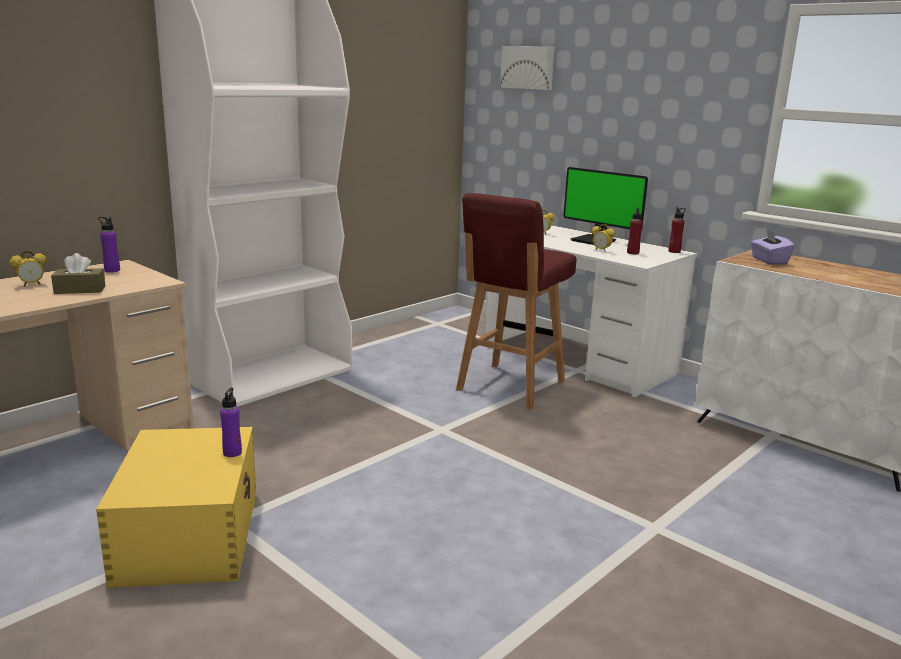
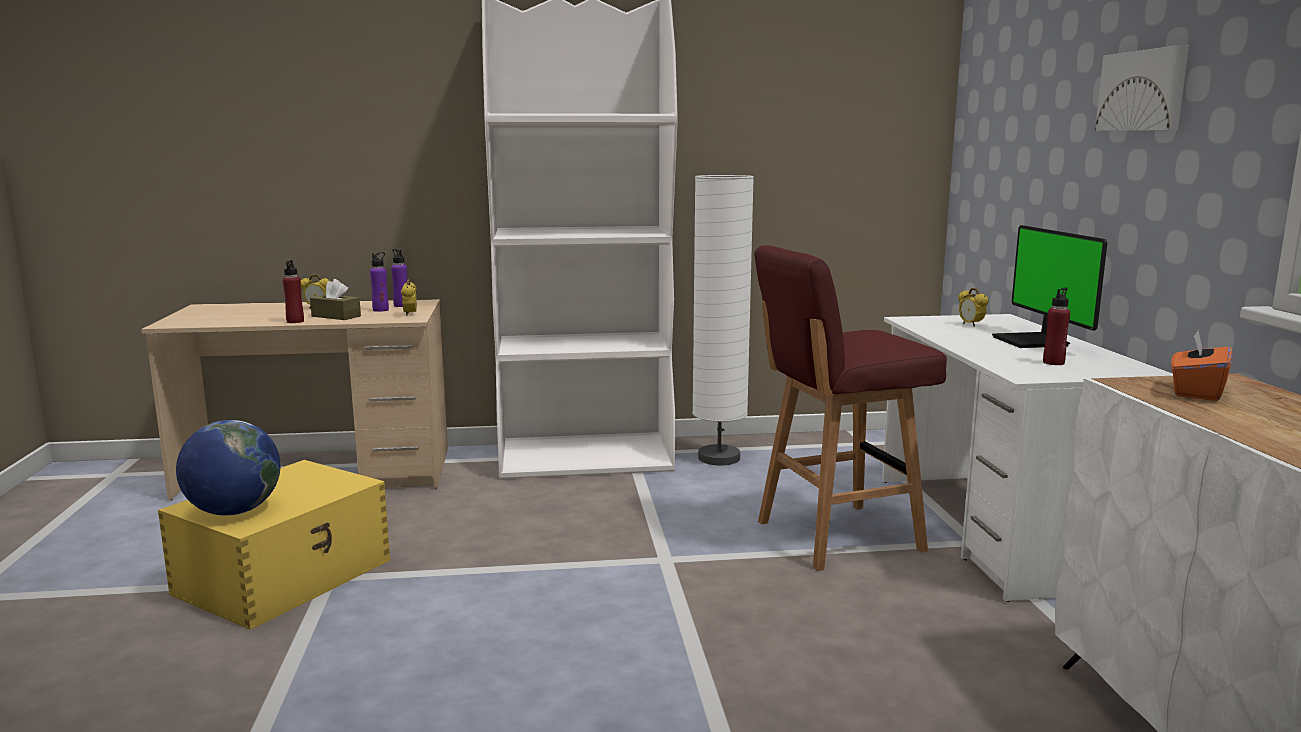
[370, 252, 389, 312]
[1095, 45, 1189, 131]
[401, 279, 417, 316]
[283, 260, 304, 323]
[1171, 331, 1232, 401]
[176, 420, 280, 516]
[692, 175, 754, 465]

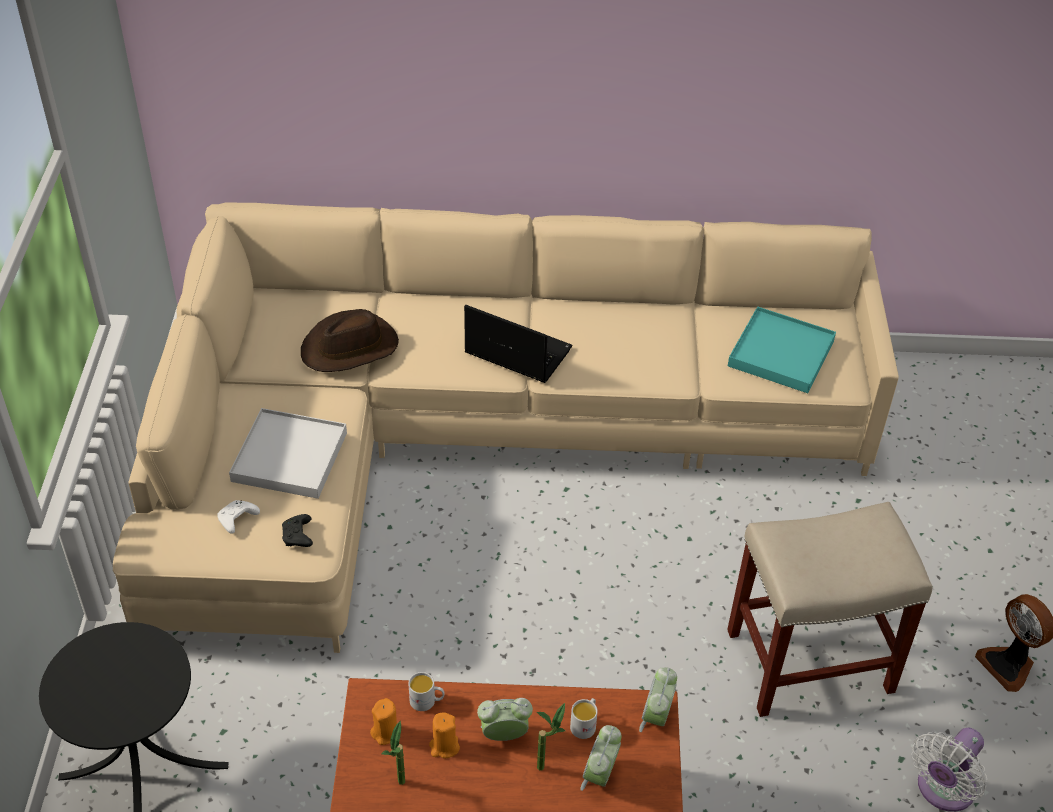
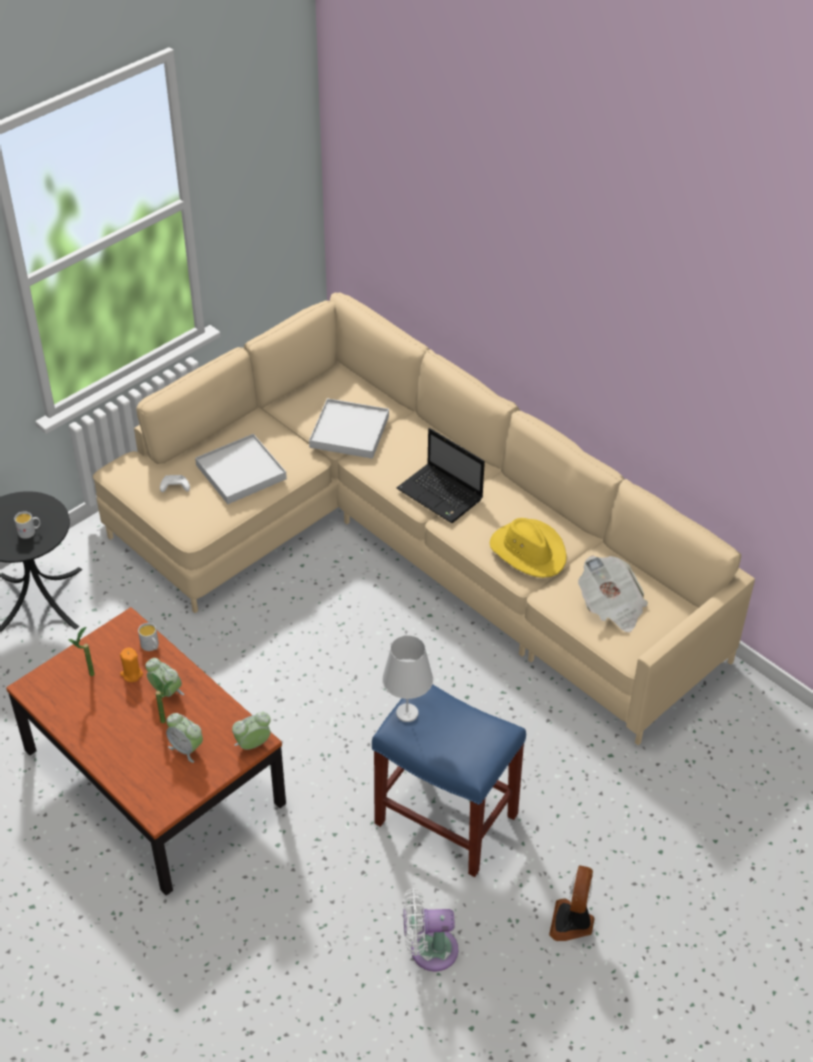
[282, 514, 313, 547] (first image)
[309, 398, 389, 459]
[370, 698, 397, 745] (first image)
[397, 428, 485, 523]
[14, 511, 40, 539]
[166, 713, 203, 763]
[372, 684, 526, 877]
[578, 555, 648, 632]
[382, 635, 433, 722]
[490, 518, 566, 578]

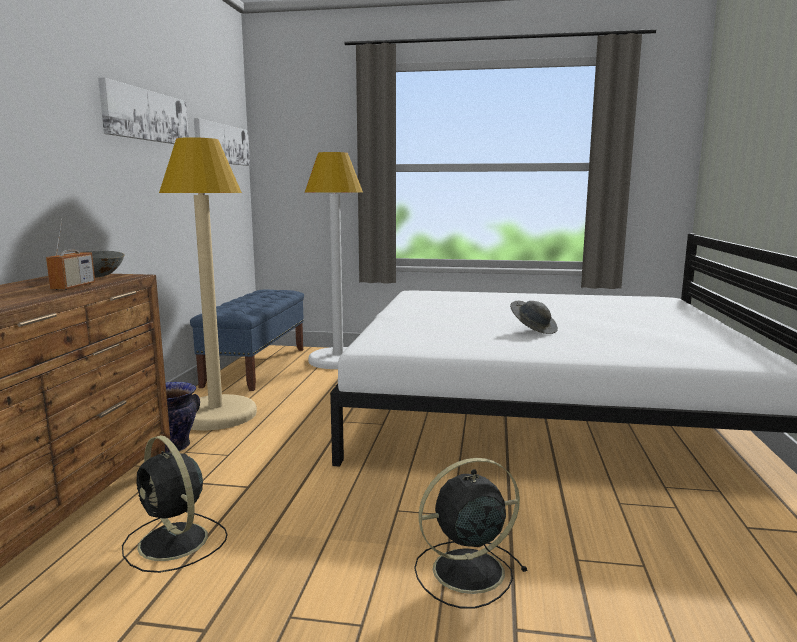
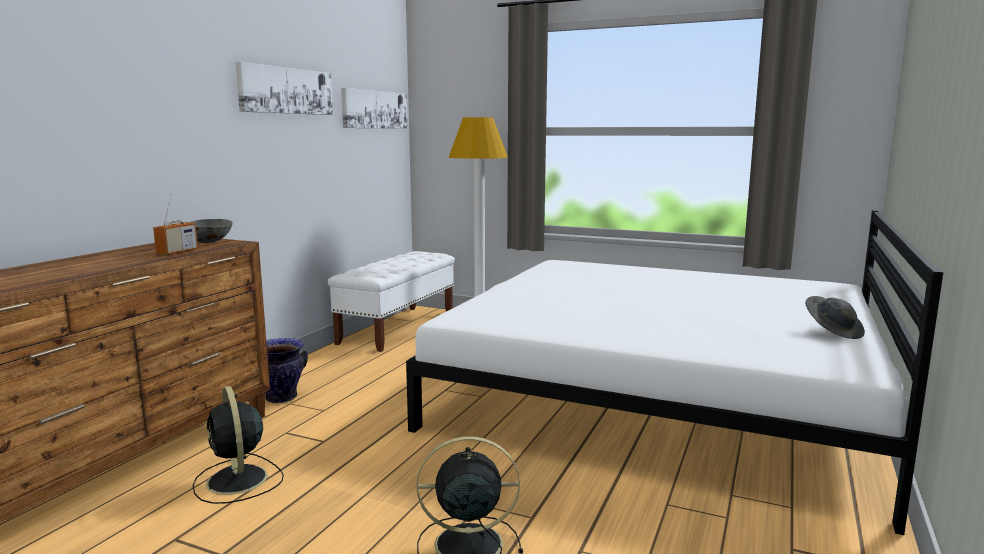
[159, 137, 257, 430] (first image)
[328, 251, 455, 352]
[805, 296, 865, 339]

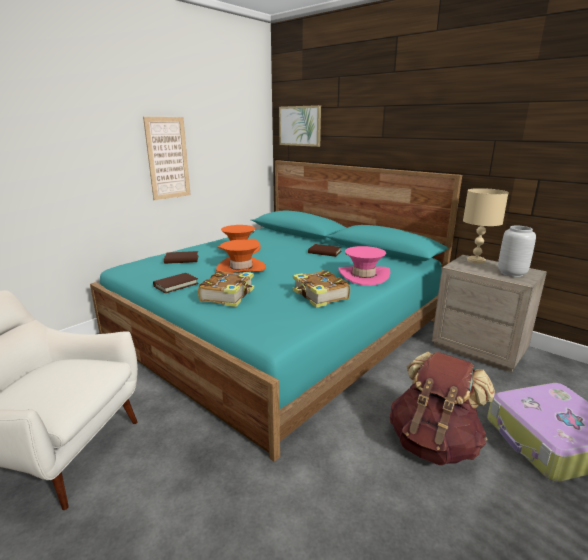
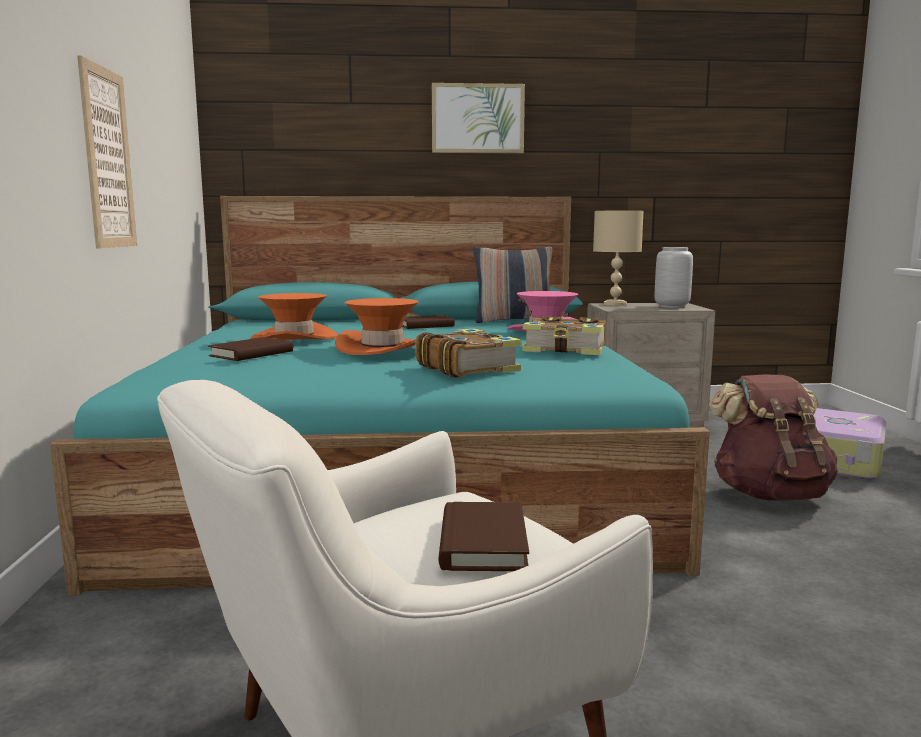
[438, 502, 529, 571]
[432, 83, 525, 154]
[473, 247, 552, 323]

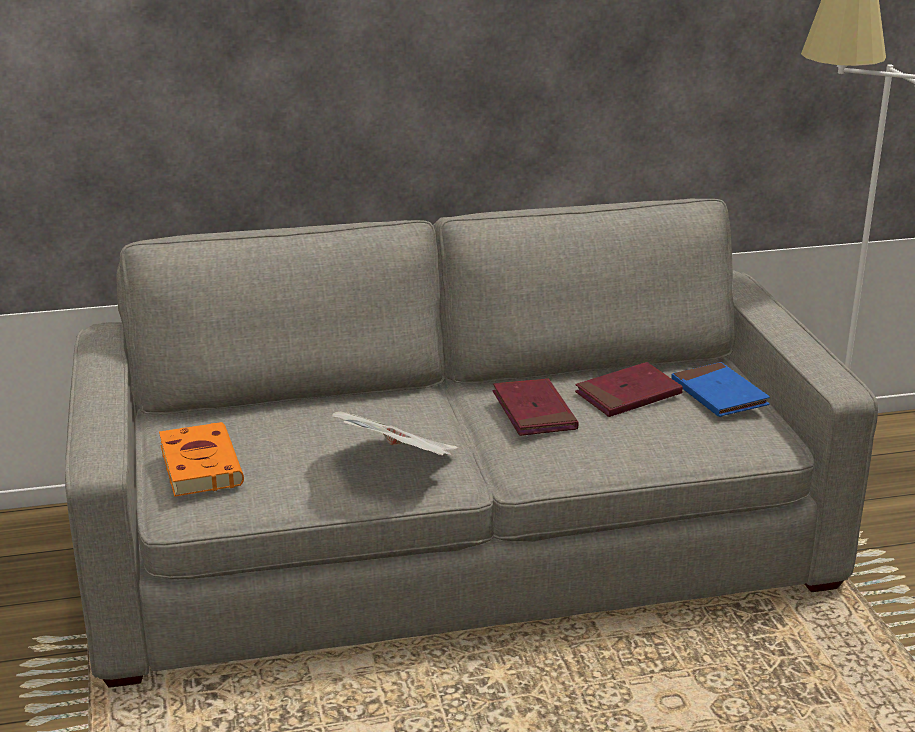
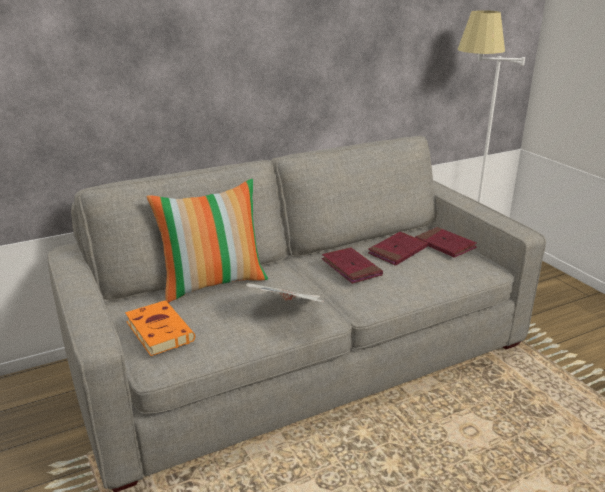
[415, 227, 477, 258]
[147, 179, 268, 303]

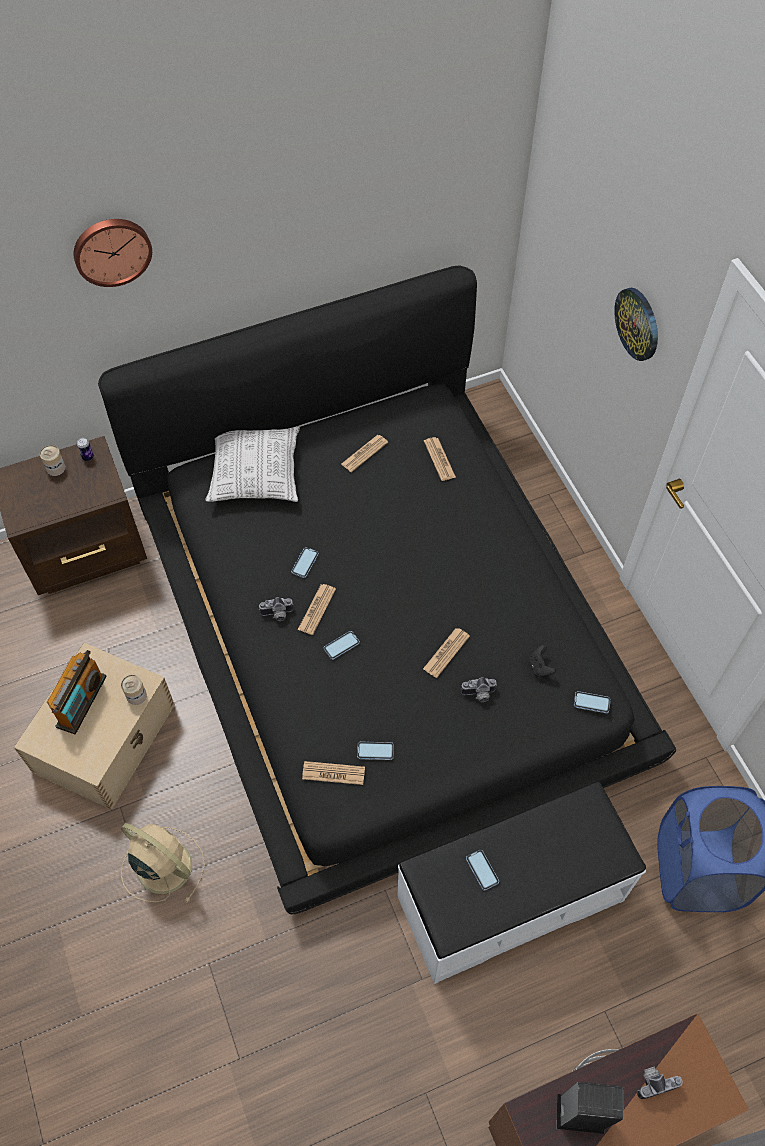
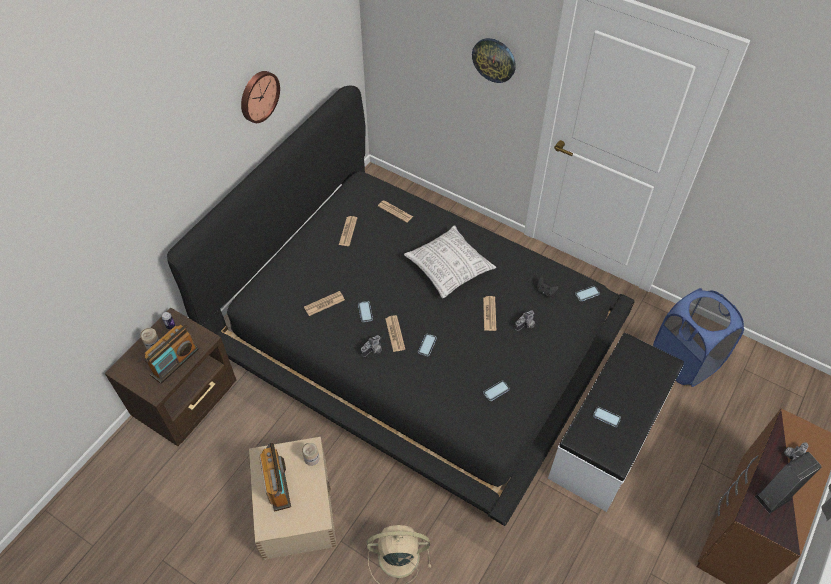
[241, 71, 280, 123]
[404, 225, 496, 298]
[304, 291, 345, 316]
[144, 324, 199, 384]

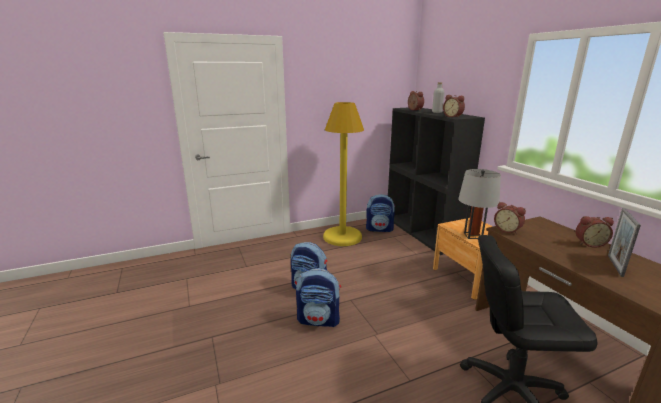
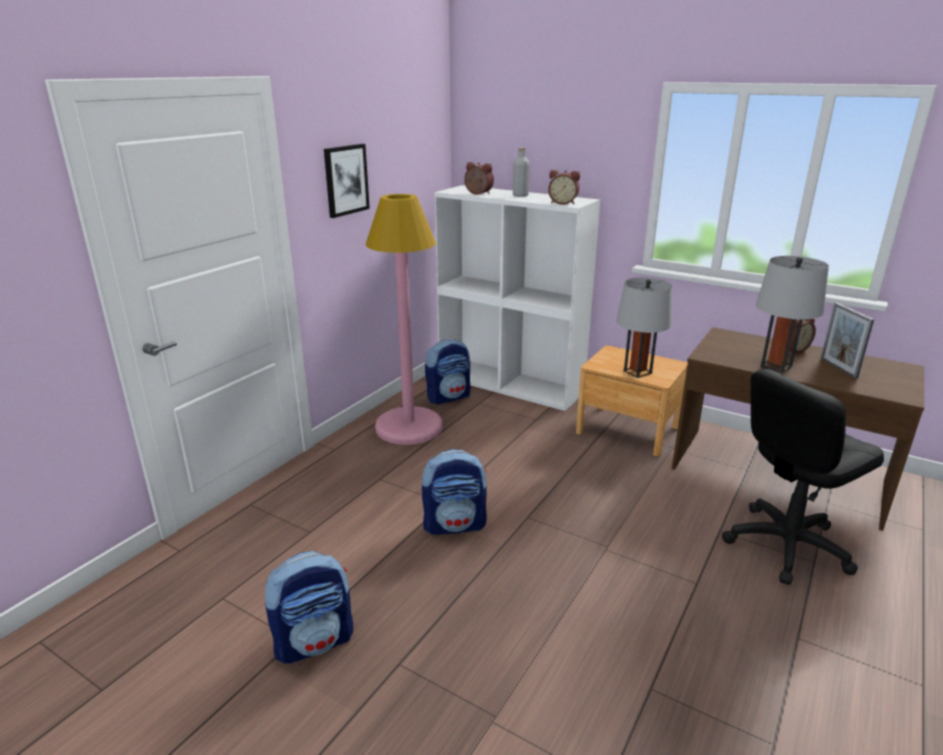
[265, 551, 353, 664]
[366, 194, 443, 445]
[435, 185, 600, 411]
[494, 202, 526, 235] (first image)
[324, 144, 370, 218]
[755, 256, 829, 373]

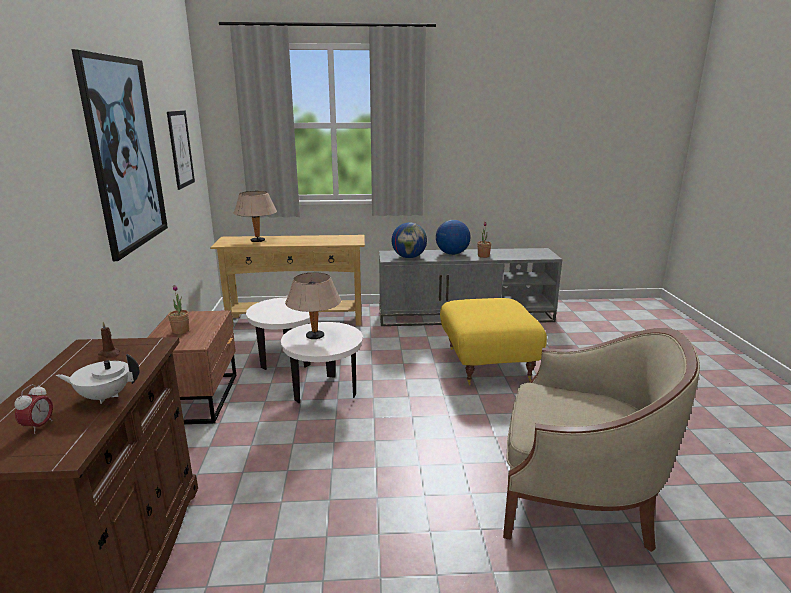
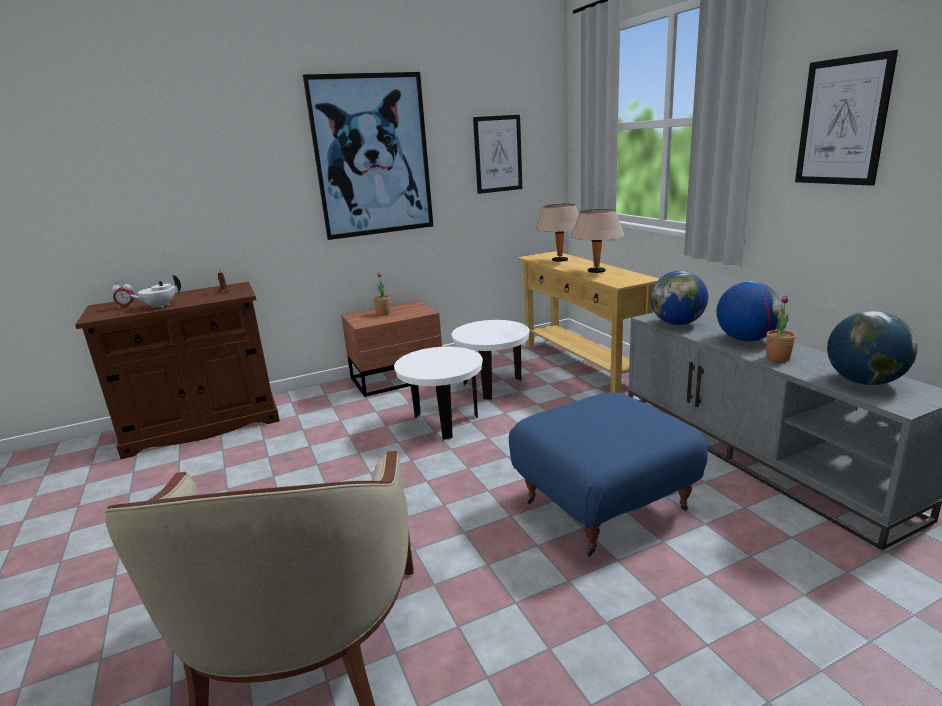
[128, 275, 181, 308]
[570, 209, 625, 273]
[509, 392, 708, 557]
[795, 50, 898, 186]
[827, 311, 917, 385]

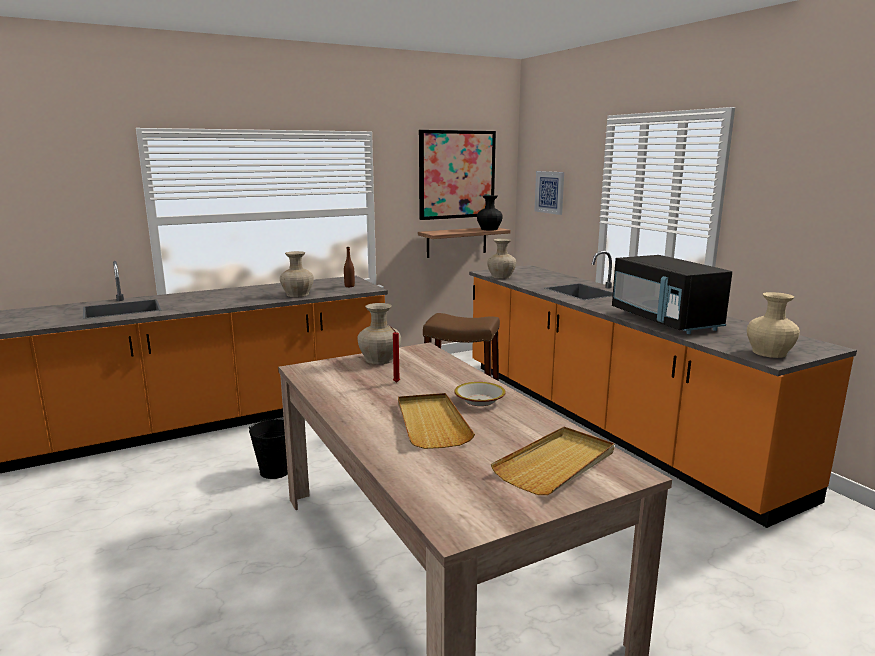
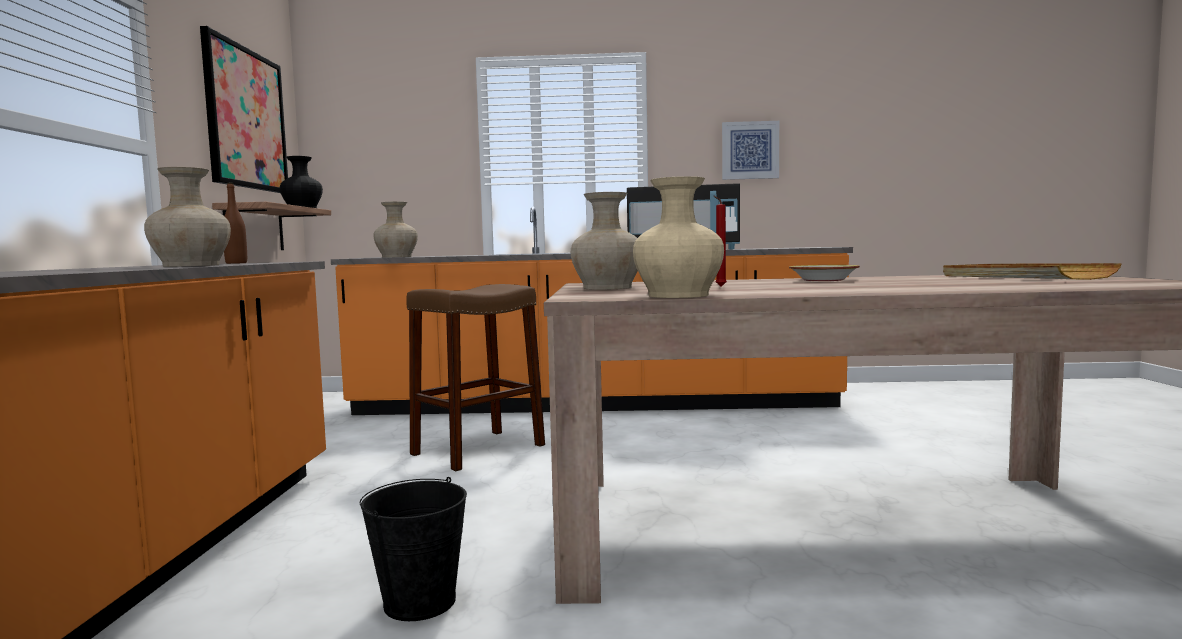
[398, 393, 475, 449] (first image)
[722, 121, 779, 180]
[633, 176, 724, 298]

